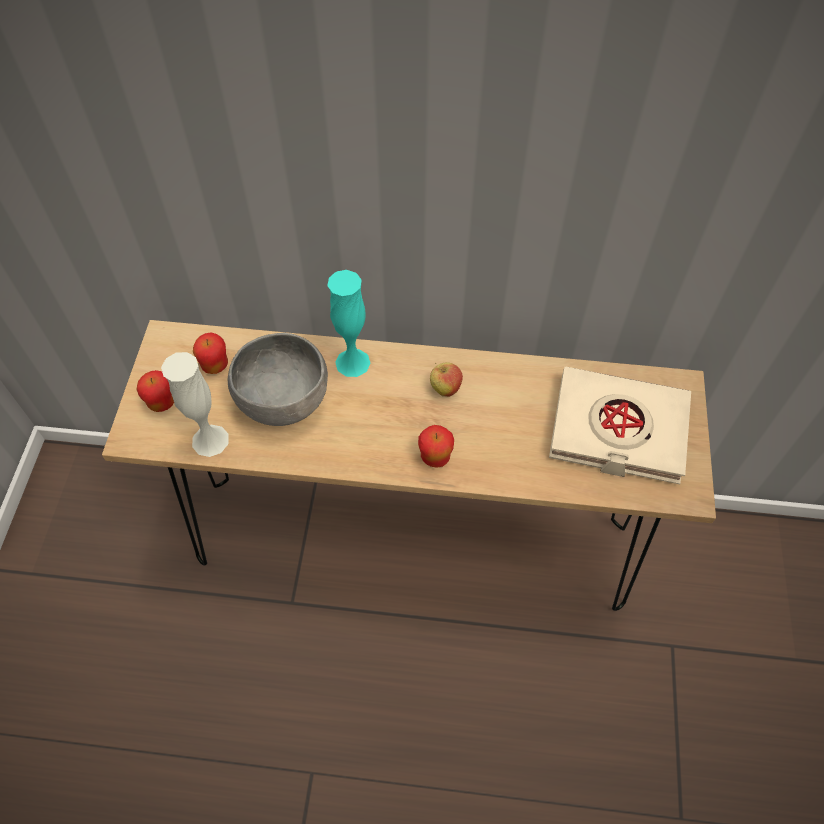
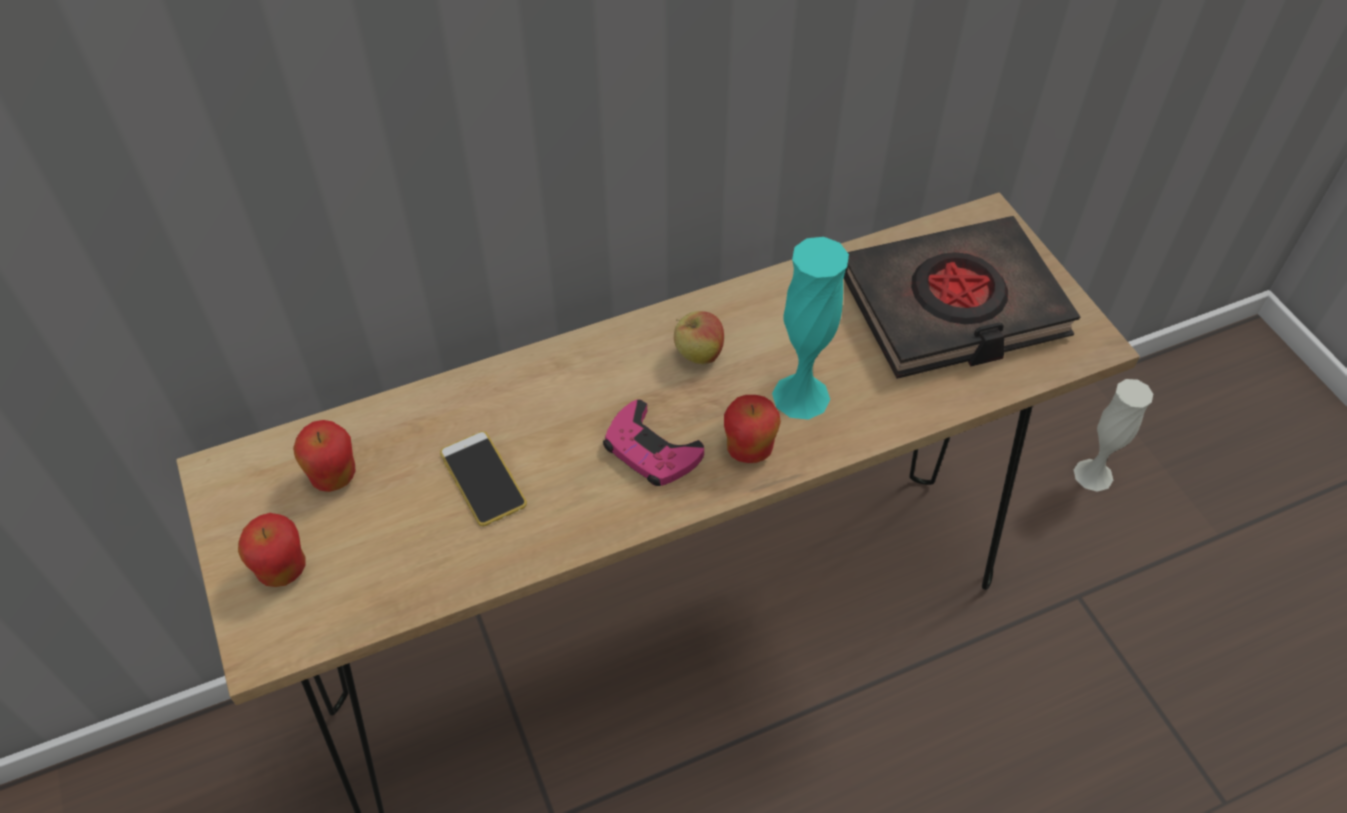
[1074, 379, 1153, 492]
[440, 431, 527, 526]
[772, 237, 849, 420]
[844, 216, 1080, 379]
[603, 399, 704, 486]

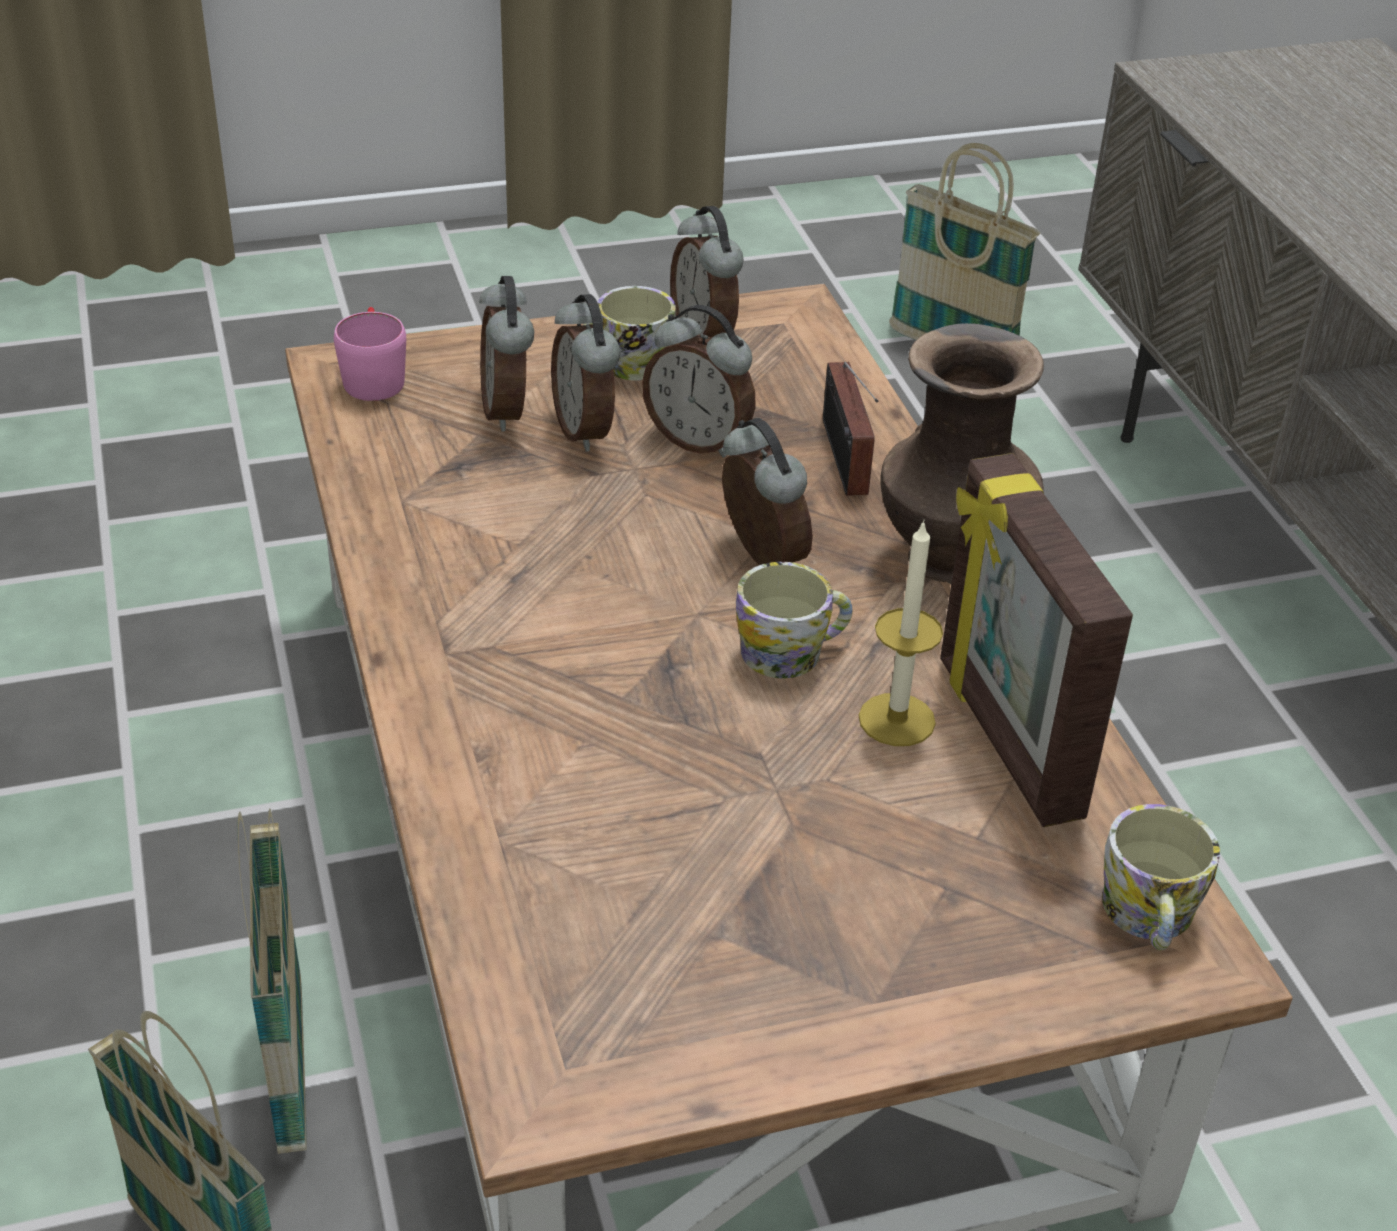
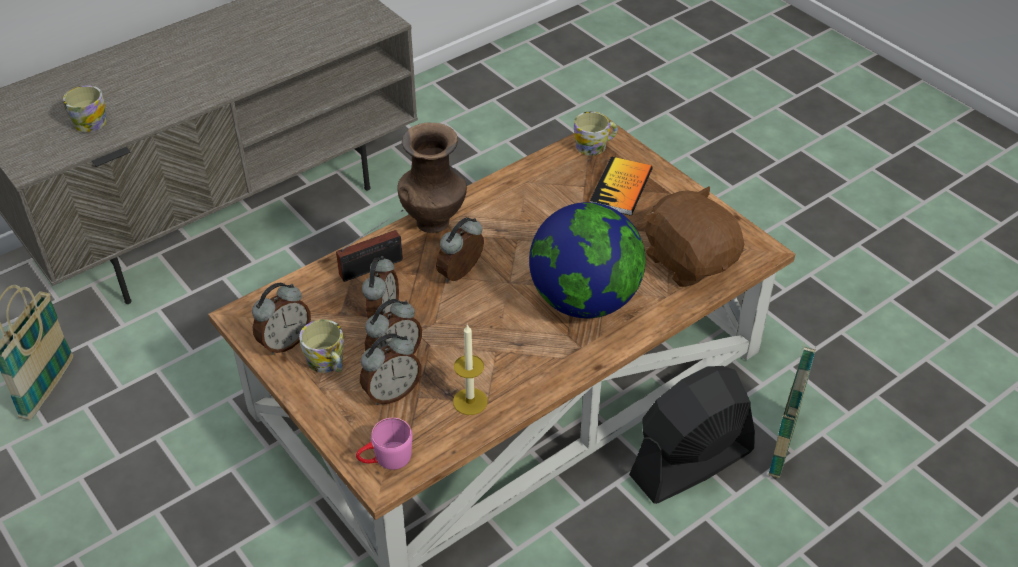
[629, 366, 755, 504]
[63, 85, 107, 132]
[453, 324, 488, 415]
[940, 453, 1133, 827] (first image)
[529, 202, 646, 318]
[590, 156, 653, 216]
[644, 186, 744, 287]

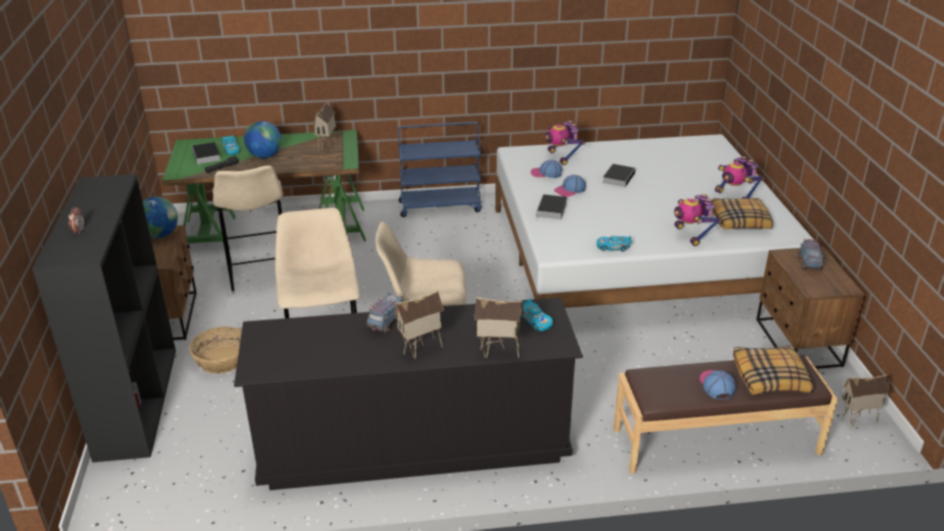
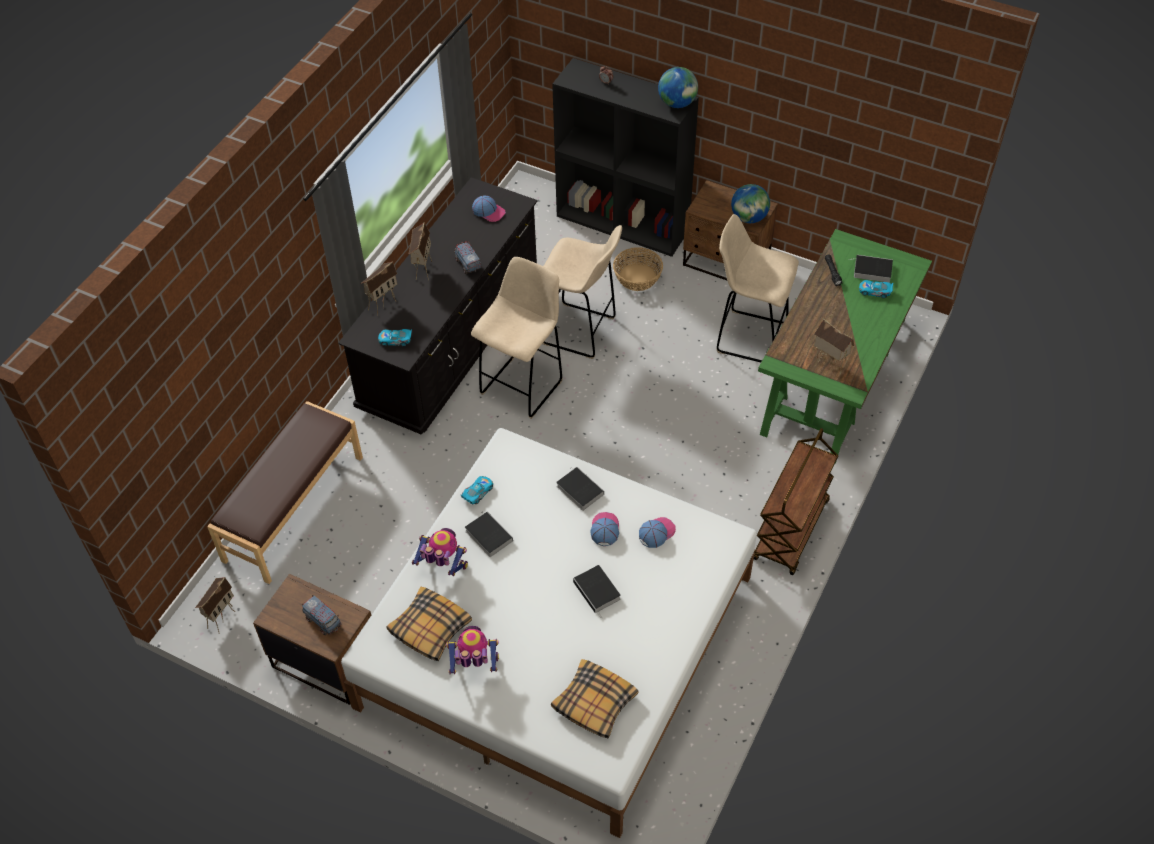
[658, 67, 698, 108]
[754, 428, 838, 575]
[545, 121, 585, 165] (first image)
[472, 195, 506, 222]
[551, 659, 638, 738]
[465, 511, 513, 557]

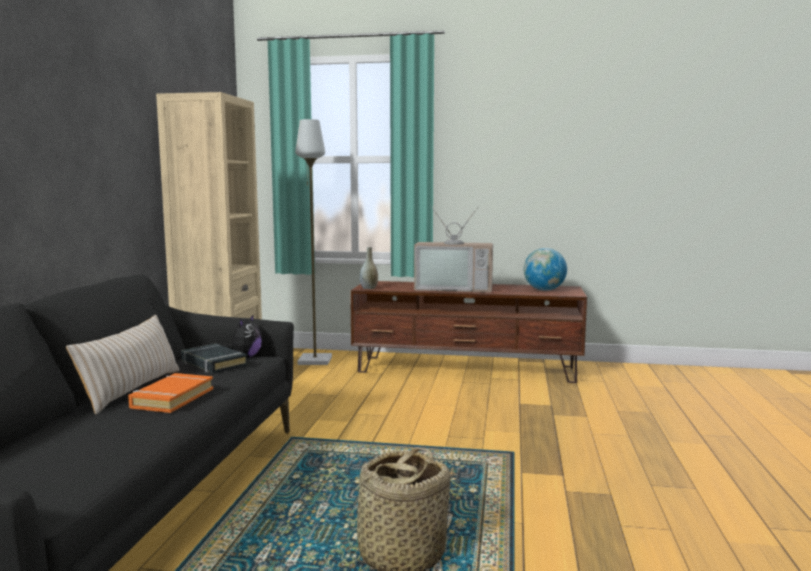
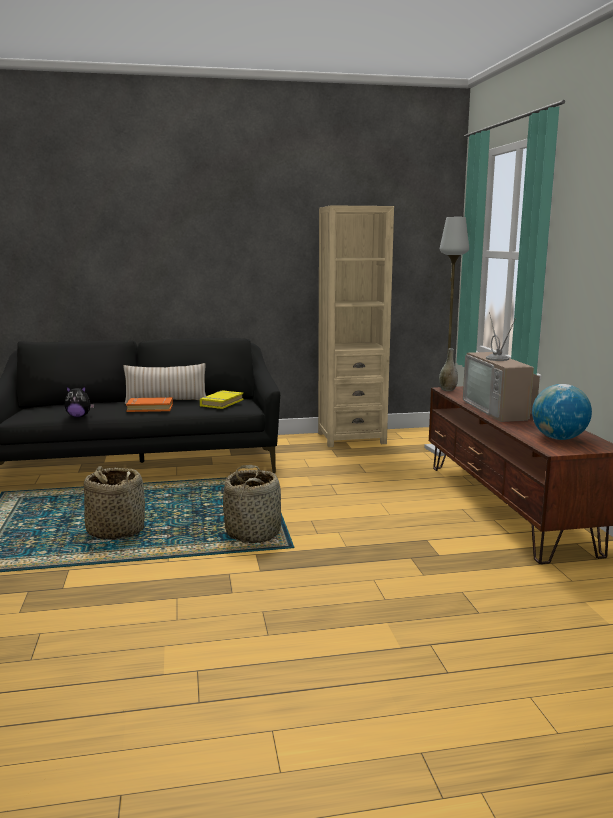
[200, 390, 243, 409]
[65, 386, 94, 417]
[223, 465, 281, 543]

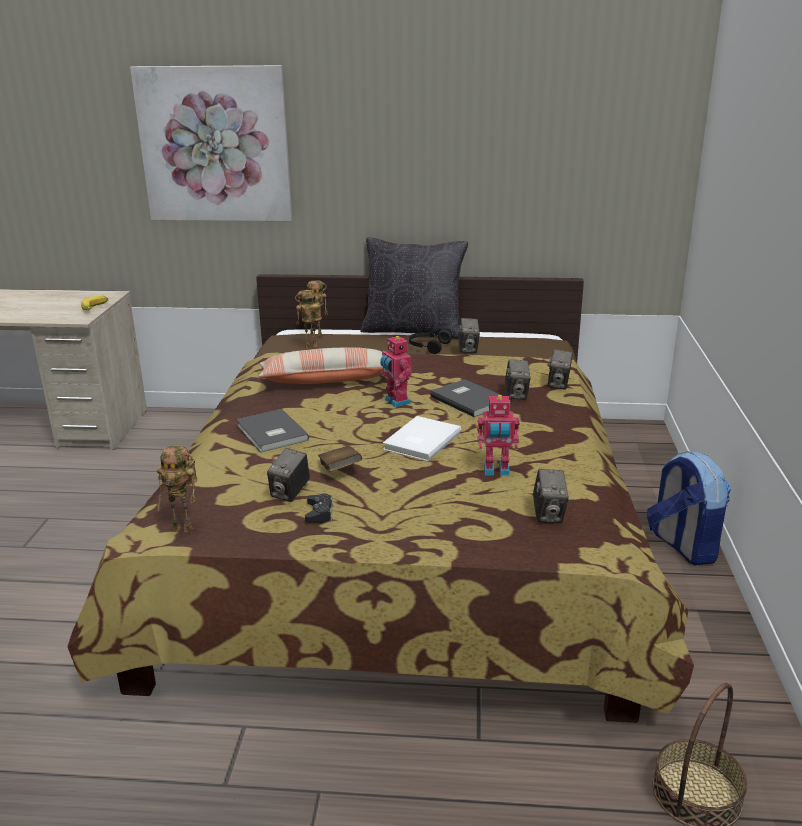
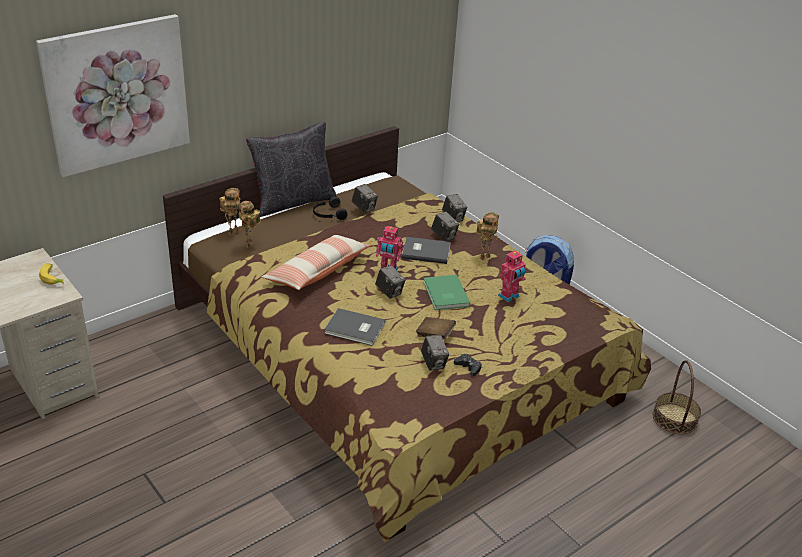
[476, 212, 499, 260]
[423, 275, 470, 310]
[375, 265, 406, 299]

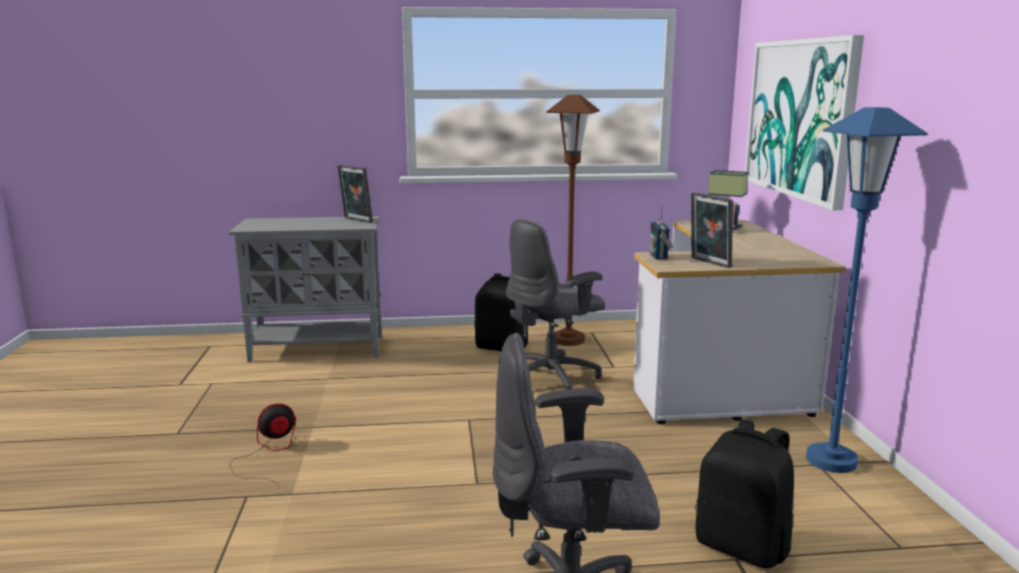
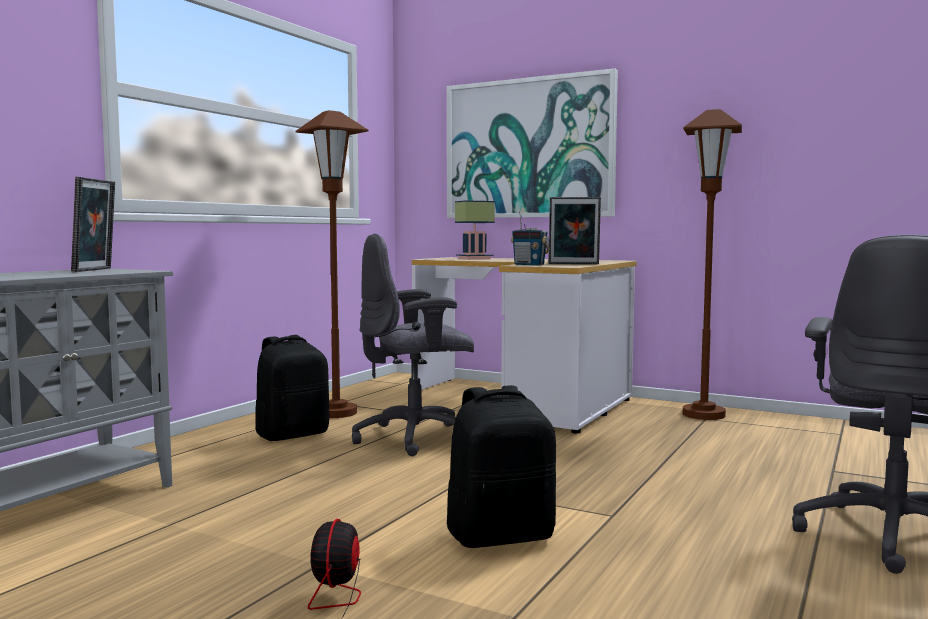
[71, 177, 115, 272]
[352, 234, 474, 456]
[447, 385, 556, 548]
[683, 109, 742, 420]

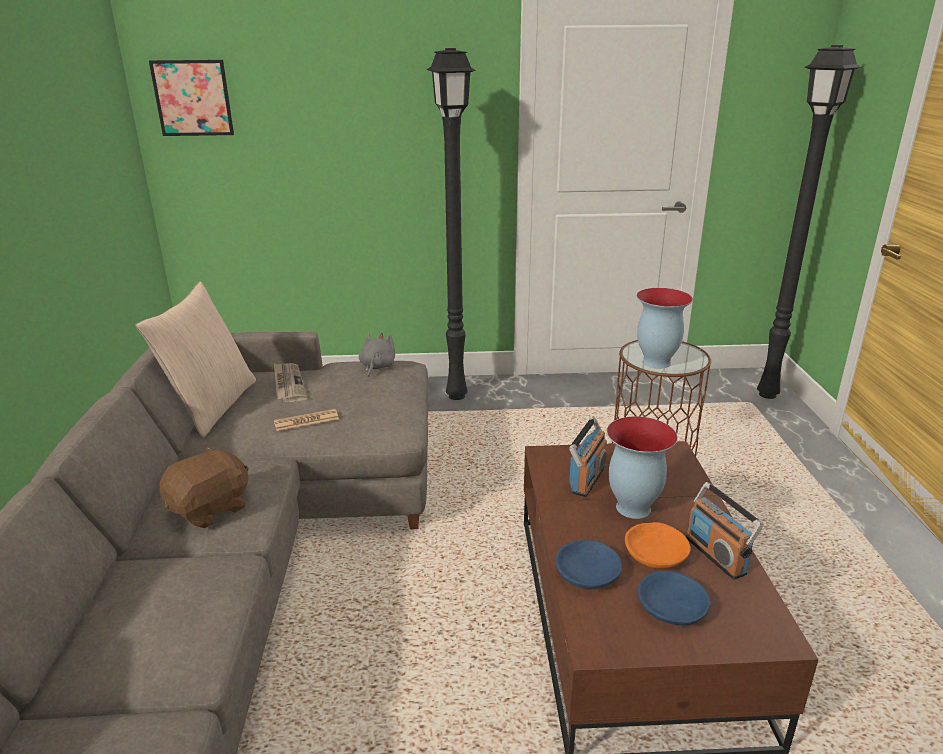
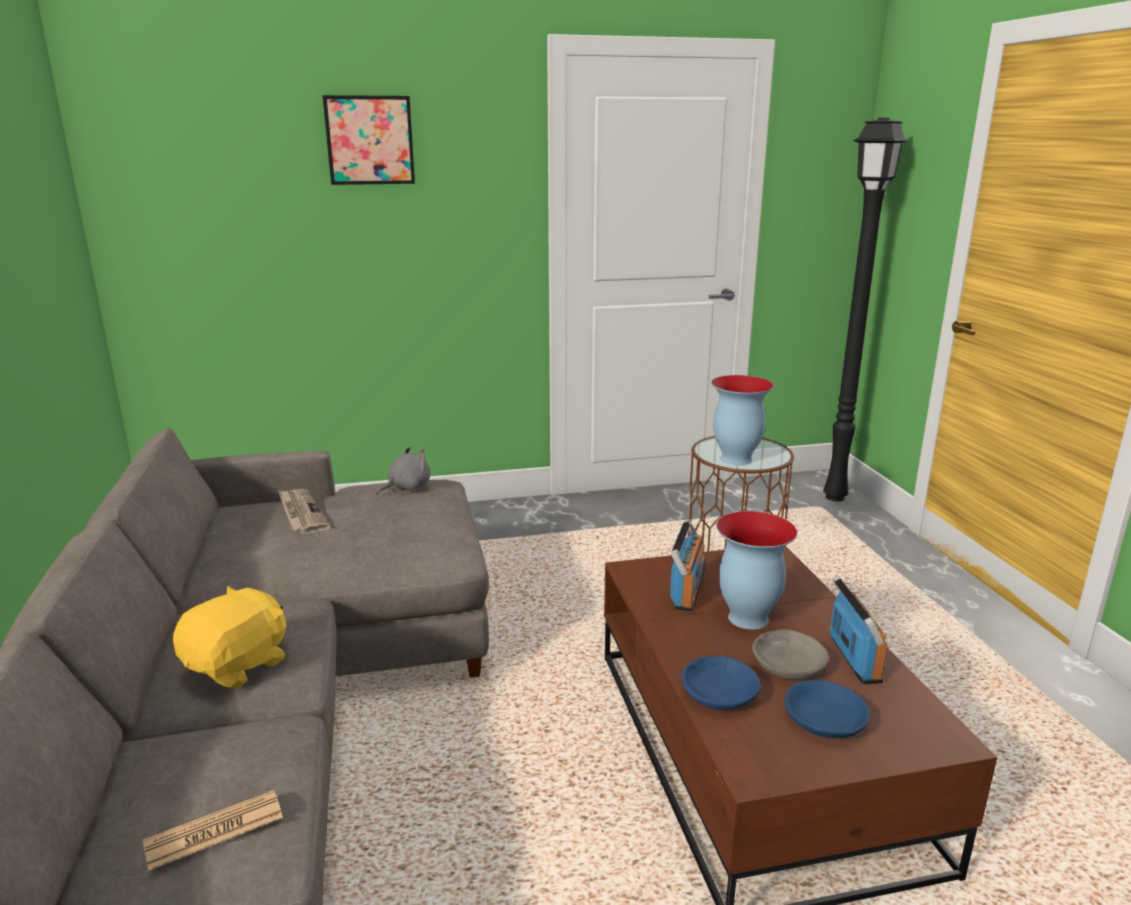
[136, 282, 256, 438] (first image)
[323, 95, 415, 185]
[173, 586, 286, 688]
[143, 790, 283, 871]
[376, 446, 430, 495]
[427, 48, 476, 400] (first image)
[752, 629, 829, 680]
[830, 576, 888, 684]

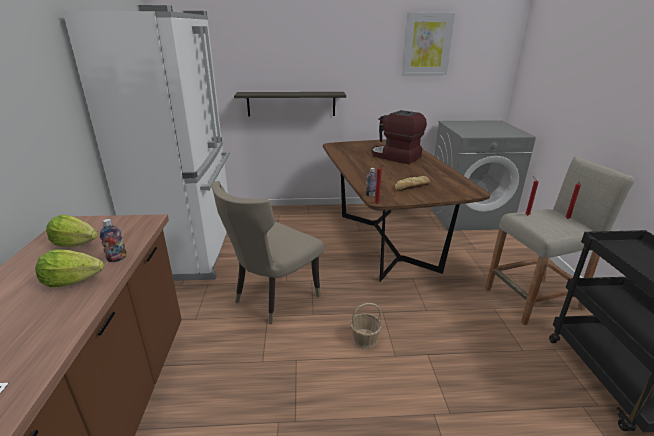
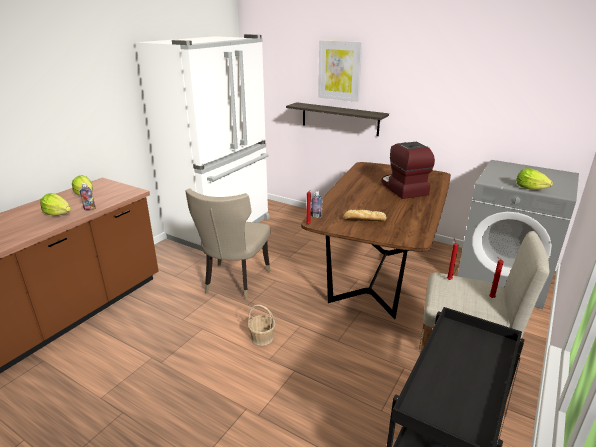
[186, 188, 271, 299]
[318, 40, 362, 102]
[516, 168, 553, 190]

